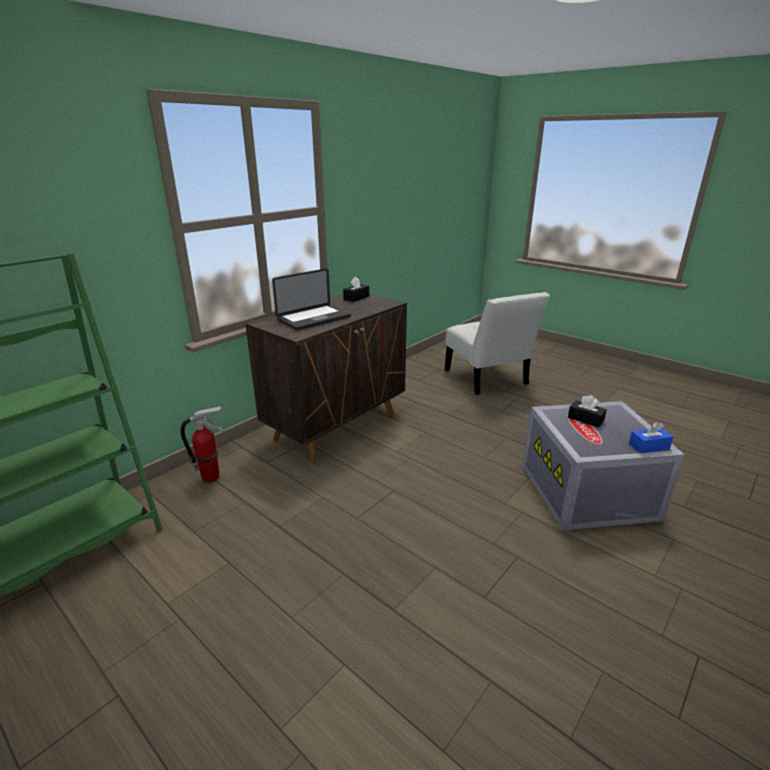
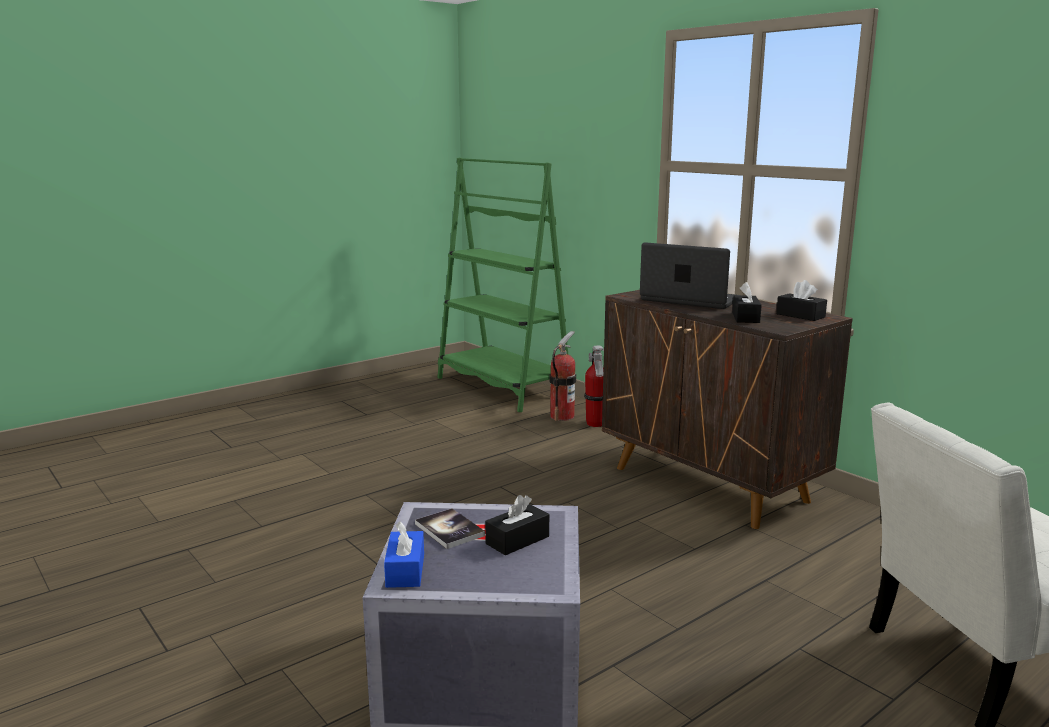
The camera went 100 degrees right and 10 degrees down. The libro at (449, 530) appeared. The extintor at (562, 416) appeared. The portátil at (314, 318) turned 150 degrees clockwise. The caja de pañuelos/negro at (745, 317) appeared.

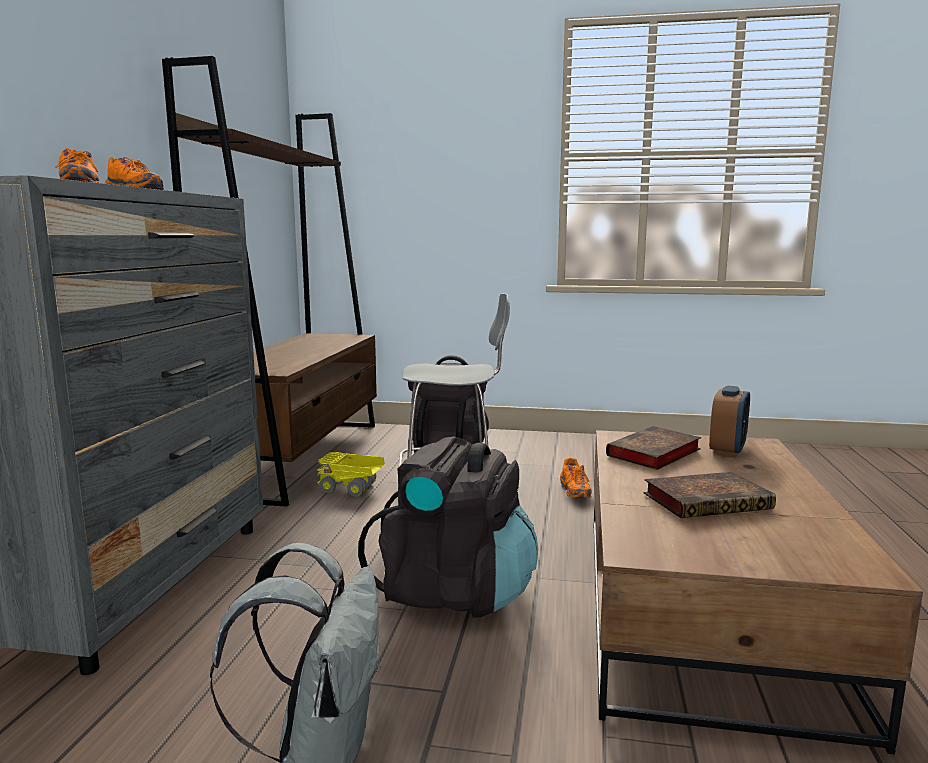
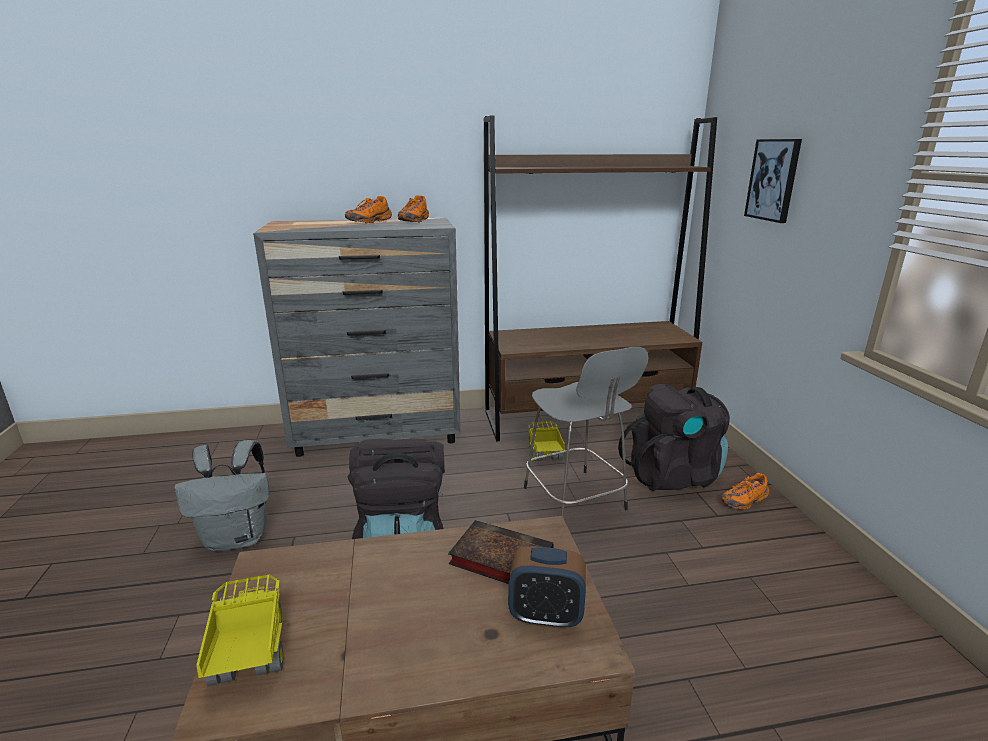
The camera went 70 degrees right and 10 degrees up. The camión de juguete at (249, 656) appeared. The zapato/naranja moved from (575, 492) to (744, 501). The cuadro at (773, 180) appeared. The libro at (709, 501) disappeared.

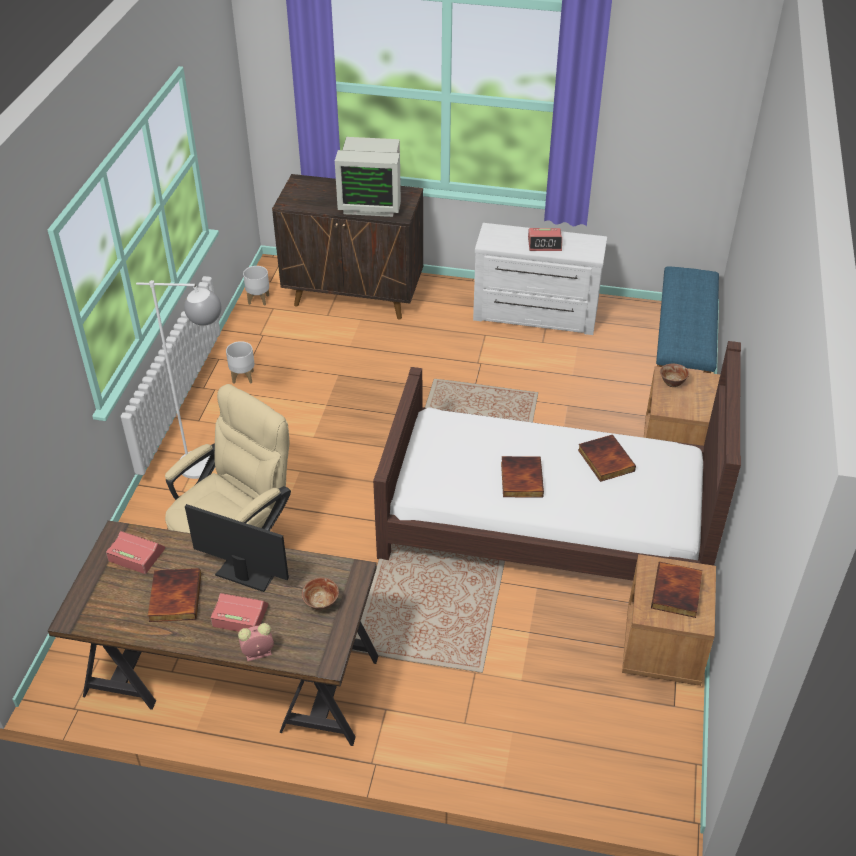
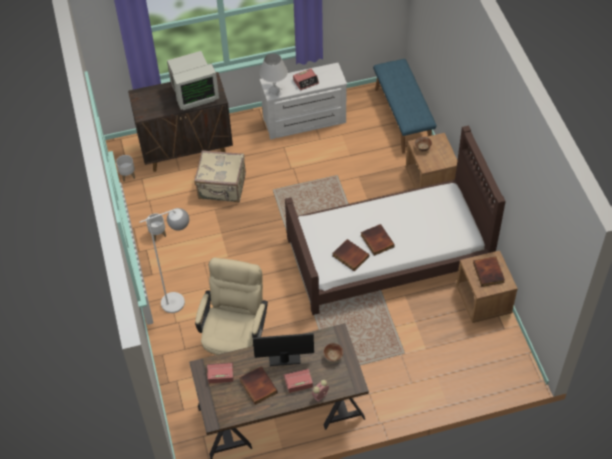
The camera went 25 degrees left and 10 degrees up. The maleta/beis at (222, 187) appeared. The lámpara de mesa/blanco at (274, 91) appeared. The libro moved from (604, 460) to (350, 256).

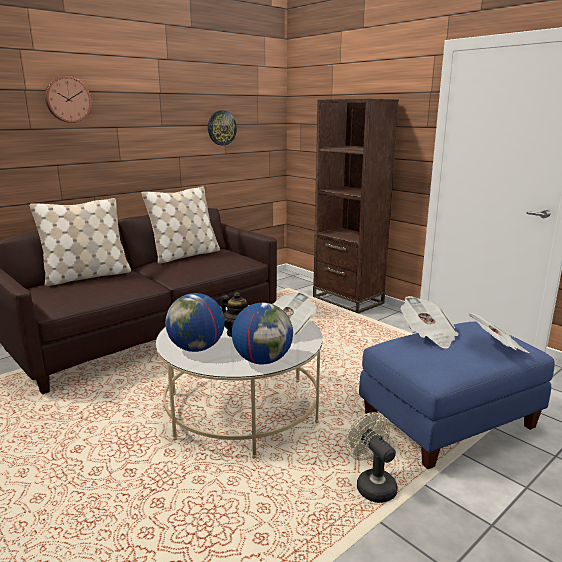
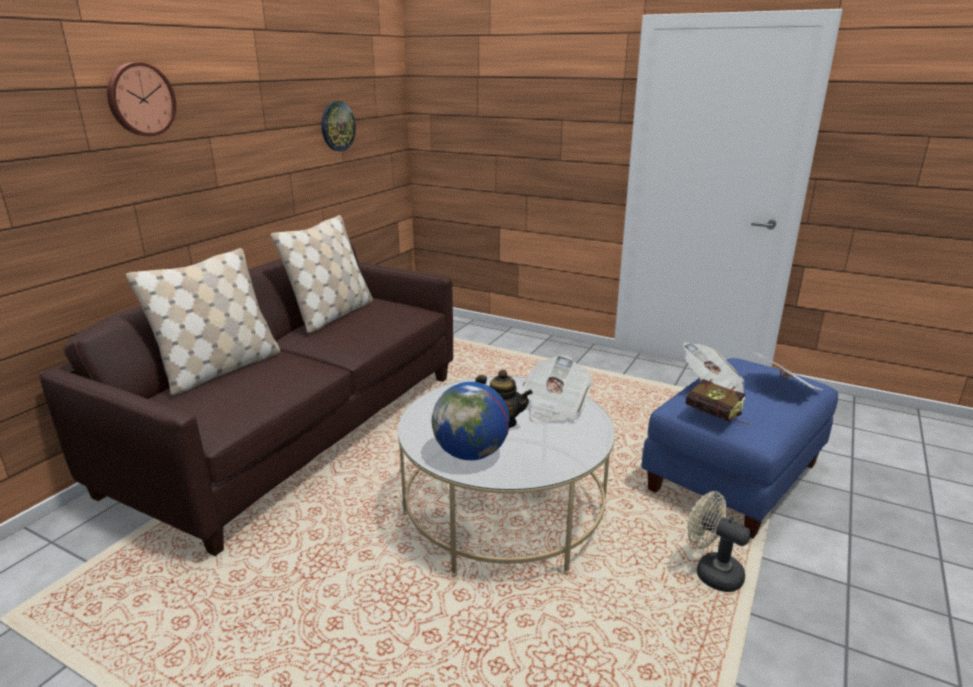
The camera went 20 degrees left and 5 degrees up. The libro at (717, 418) appeared. The globo terráqueo at (263, 360) disappeared. The estantería/marrón at (347, 300) disappeared.

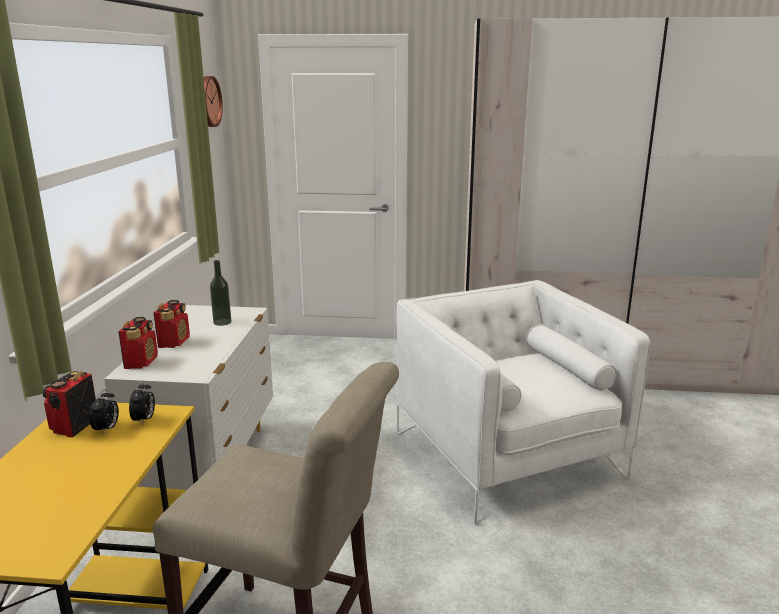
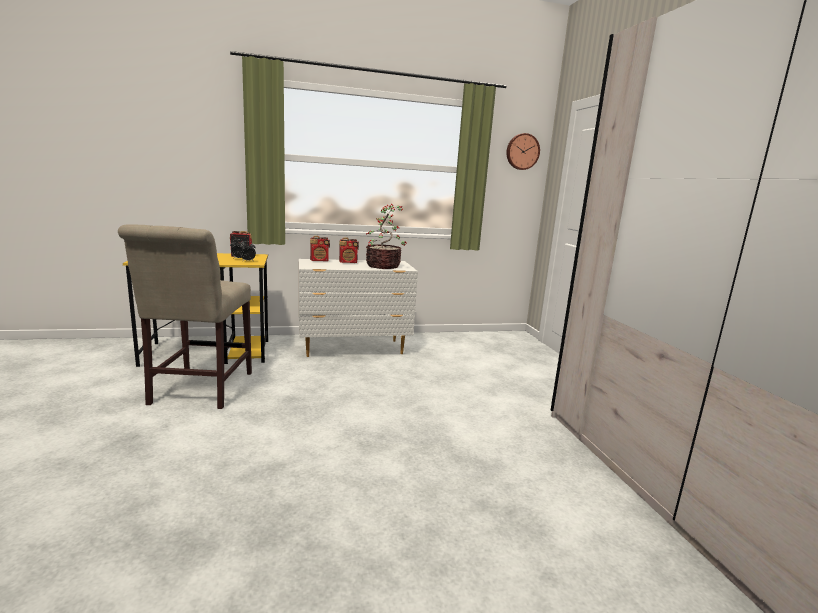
The camera went 70 degrees right and 5 degrees down. The botella at (222, 322) was replaced by the planta en maceta at (384, 266). The sillón/blanco at (506, 454) disappeared.

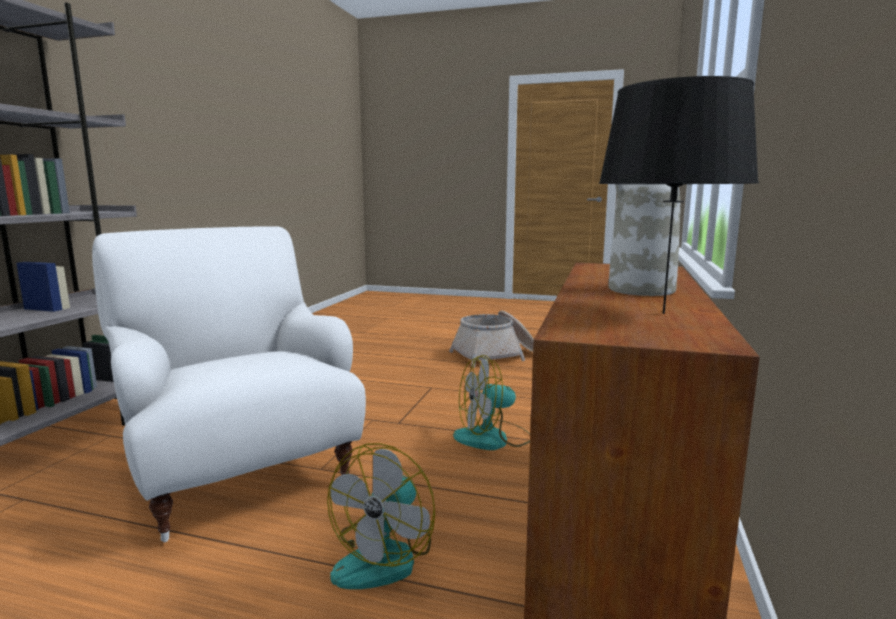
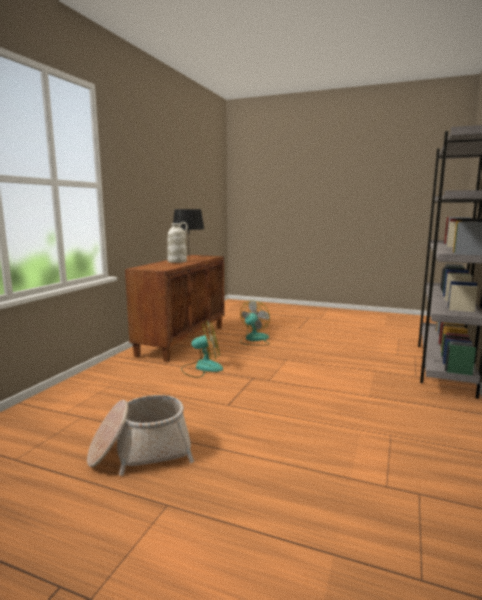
The camera went 175 degrees left and 0 degrees up. The sillón/blanco at (239, 474) disappeared.

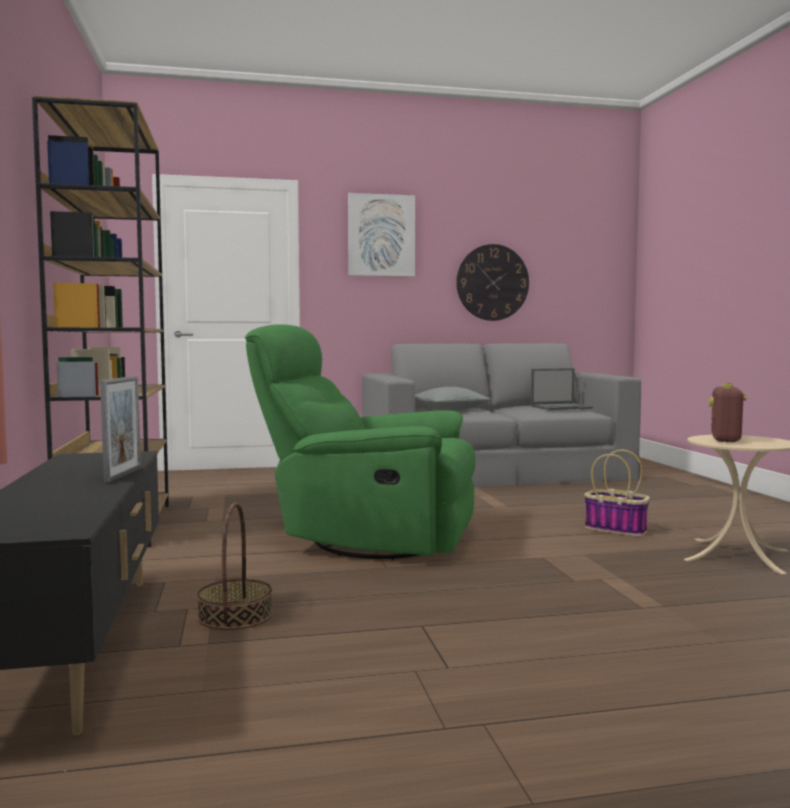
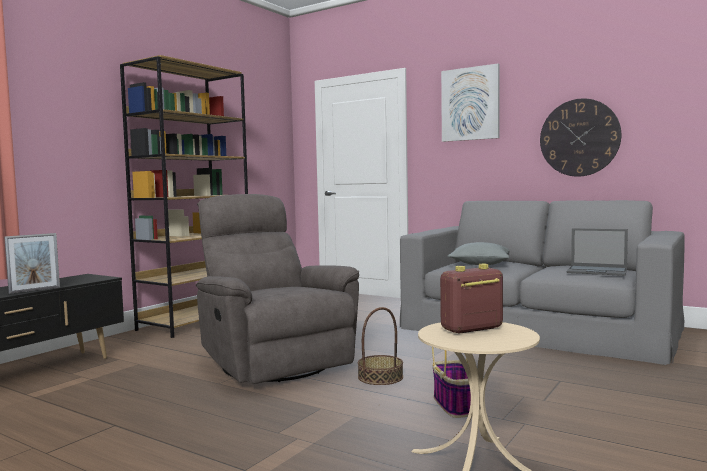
The camera went 45 degrees right and 0 degrees up. The sillón/verde at (369, 538) became the sillón/gris at (273, 361). The cesta moved from (235, 615) to (380, 377).

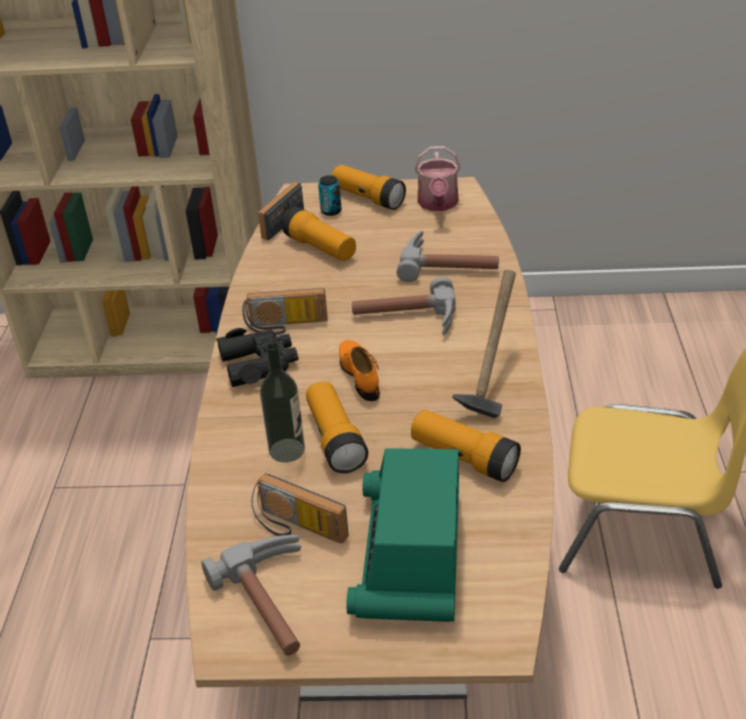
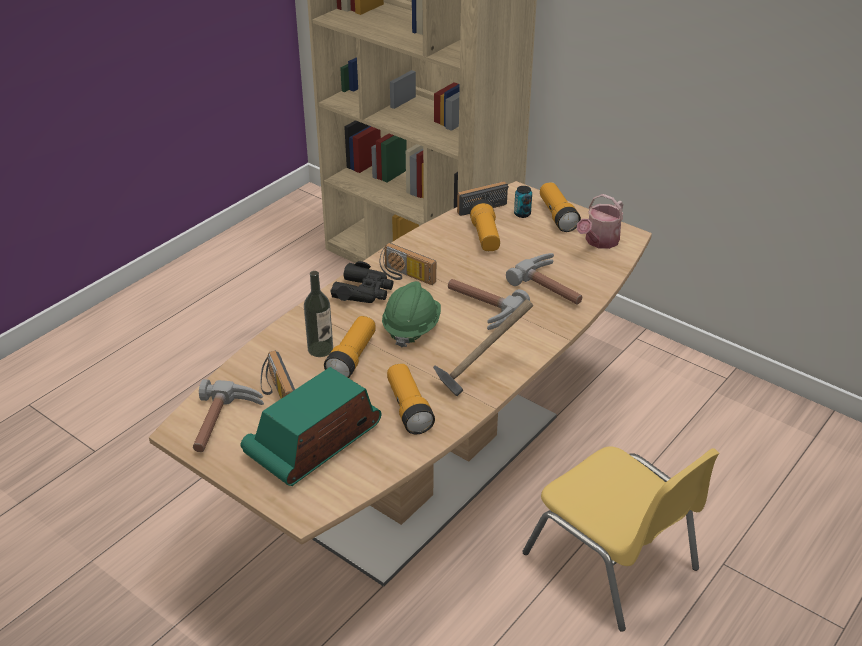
The camera went 35 degrees right and 0 degrees up. The zapato/naranja at (359, 374) was replaced by the casco/verde at (411, 327).

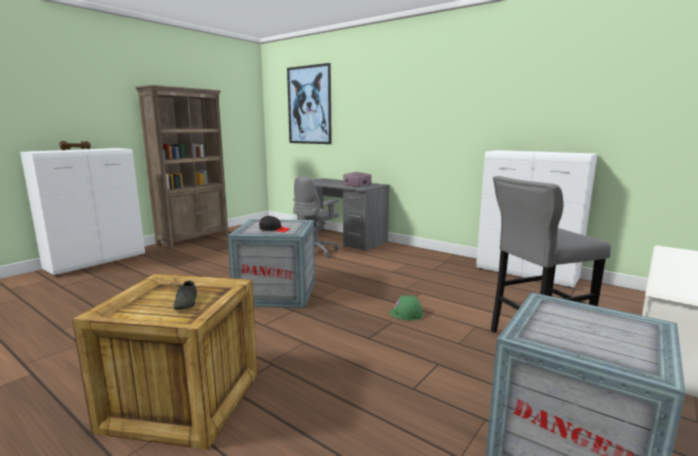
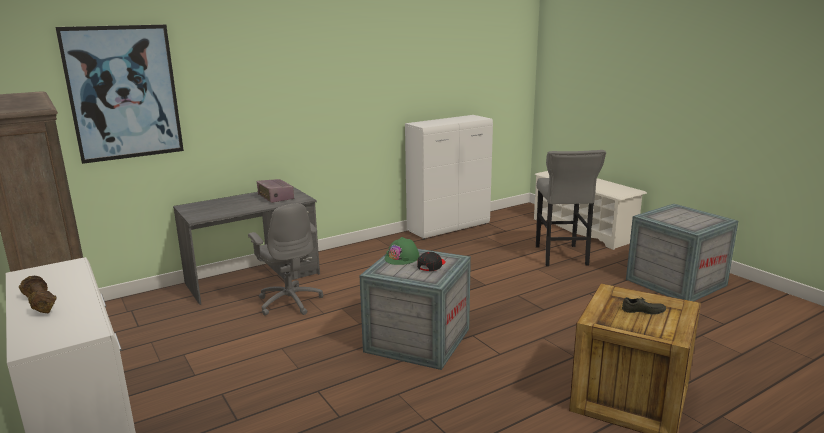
The camera went 70 degrees left and 5 degrees up. The casco/verde moved from (406, 313) to (402, 258).

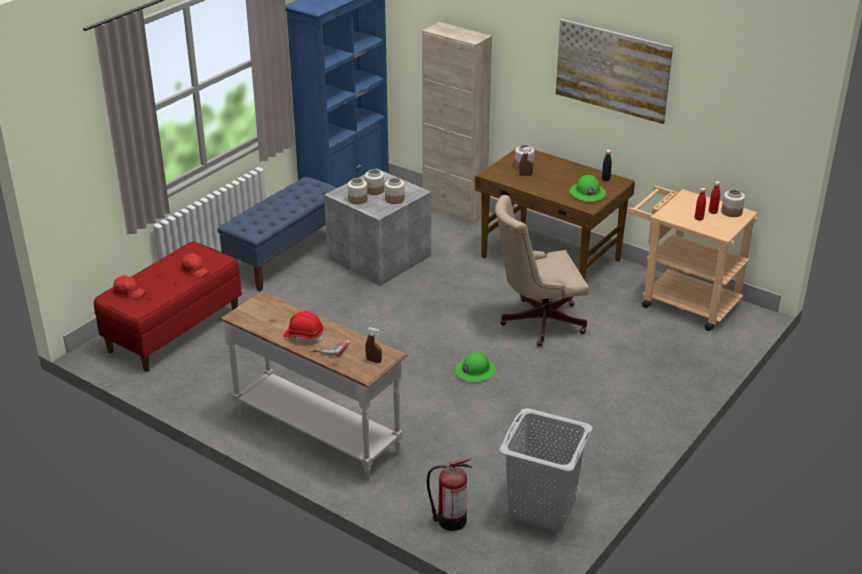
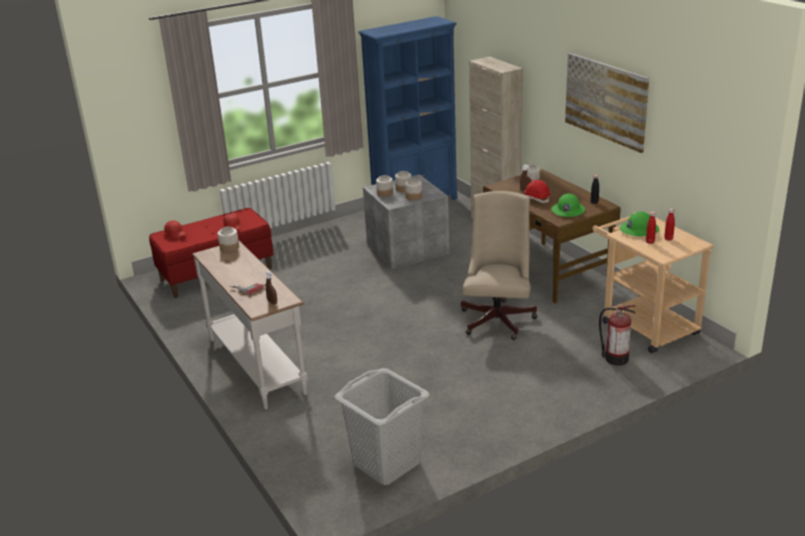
The camera went 25 degrees right and 5 degrees down. The tarro moved from (731, 212) to (229, 248). The silla de oficina/beis at (537, 322) turned 90 degrees clockwise. The casco/rojo moved from (304, 335) to (536, 199). The extintor moved from (450, 520) to (615, 358). The casco/verde moved from (475, 371) to (639, 229). The banco/azul at (285, 256) disappeared.

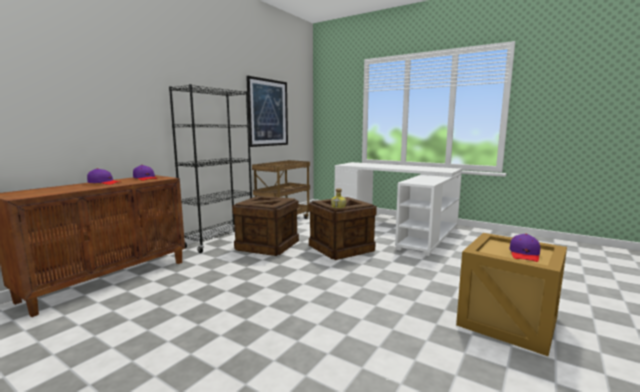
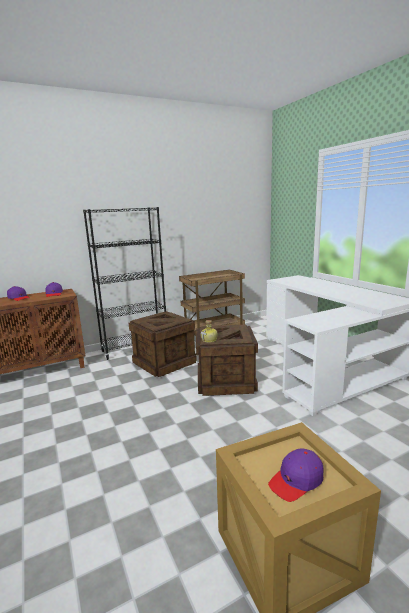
The camera went 30 degrees right and 5 degrees up. The cuadro at (268, 113) disappeared.

